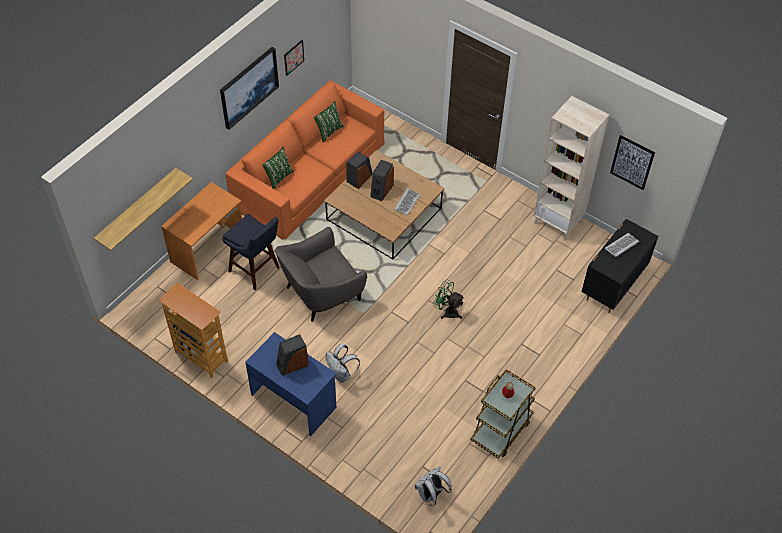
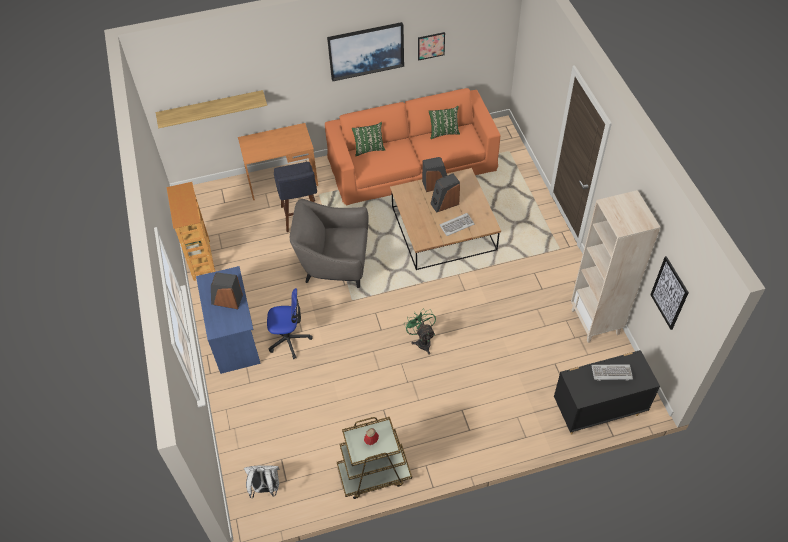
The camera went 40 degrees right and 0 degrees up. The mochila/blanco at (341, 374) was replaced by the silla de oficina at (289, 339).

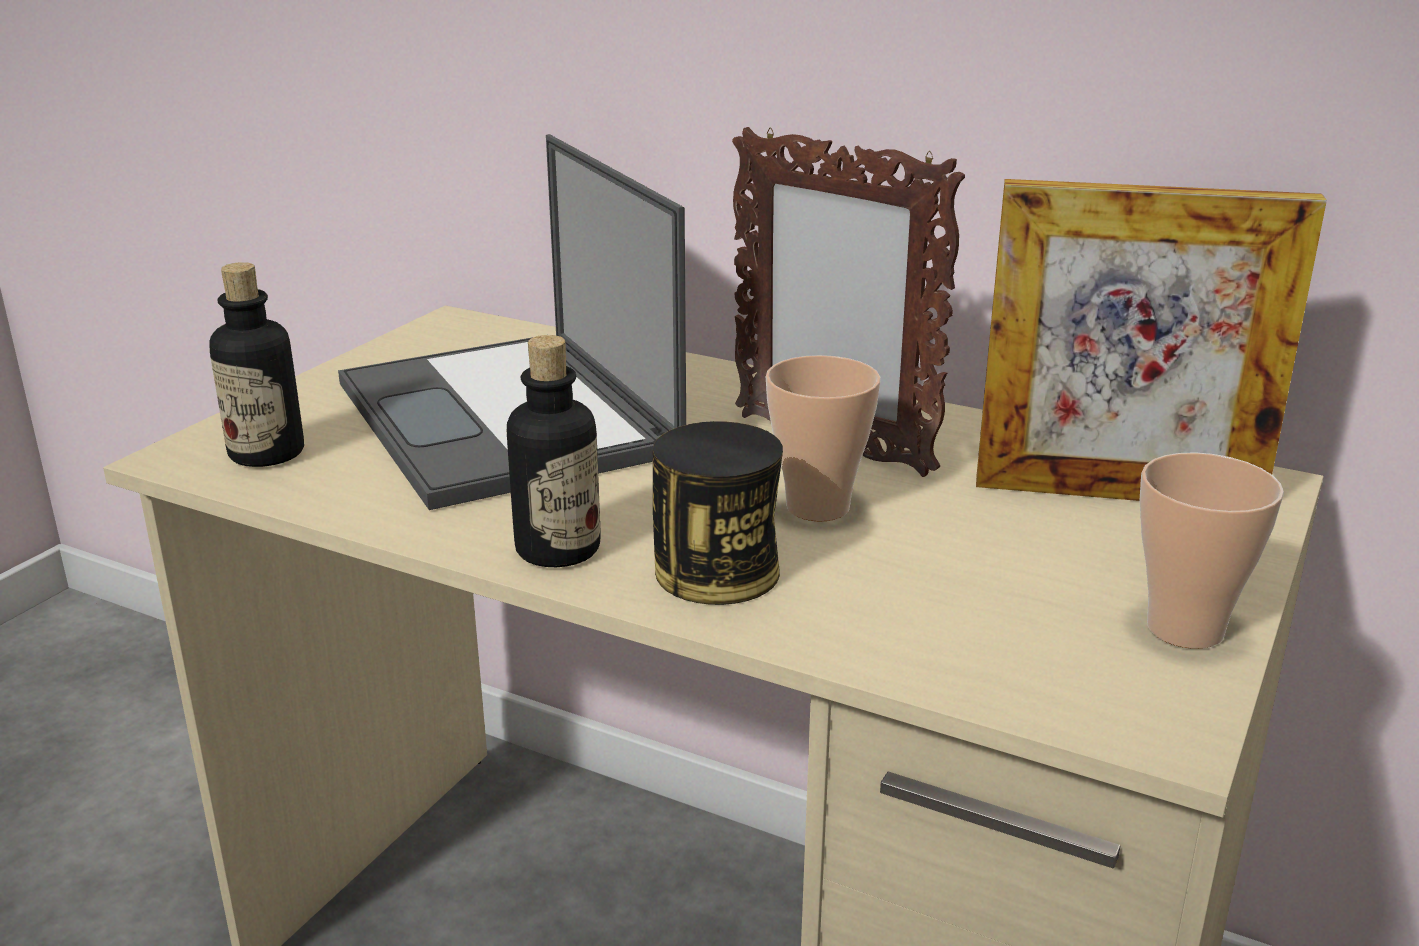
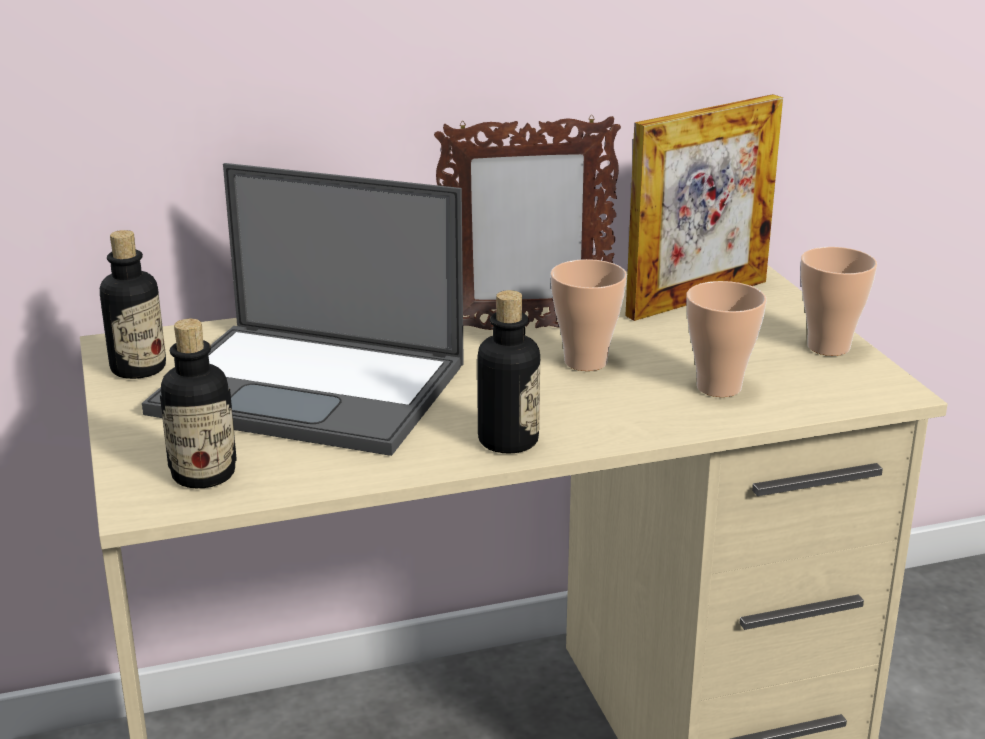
The camera went 45 degrees left and 0 degrees up. The botella at (138, 368) appeared. The taza at (719, 387) appeared. The lata at (716, 572) disappeared.

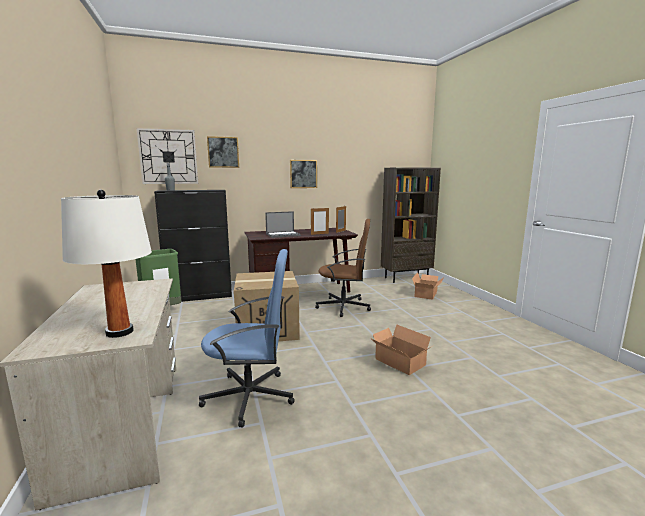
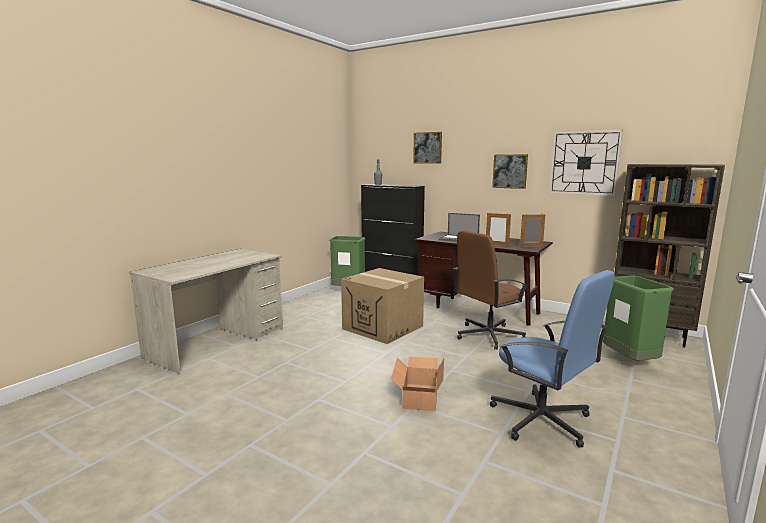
The camera went 50 degrees right and 0 degrees up. The silla de oficina/marrón at (344, 307) turned 90 degrees clockwise. The silla de oficina/azul moved from (250, 397) to (542, 420). The reloj de pared moved from (168, 157) to (584, 163). The caja de cartón at (427, 294) was replaced by the papelera/verde at (629, 361). The lámpara de mesa/blanco at (120, 332) disappeared.

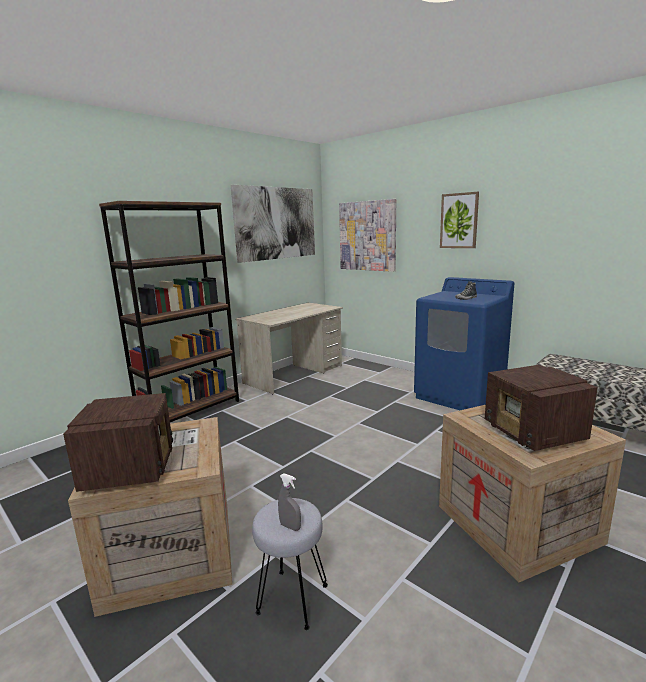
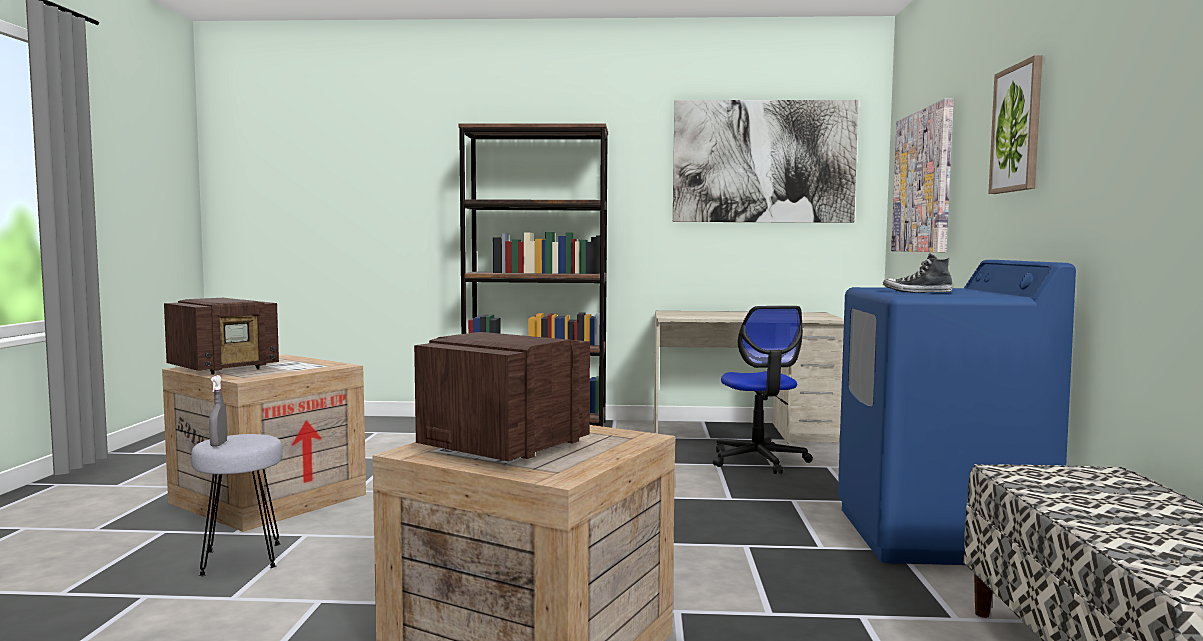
The camera went 50 degrees right and 10 degrees down. The silla de oficina at (758, 460) appeared.

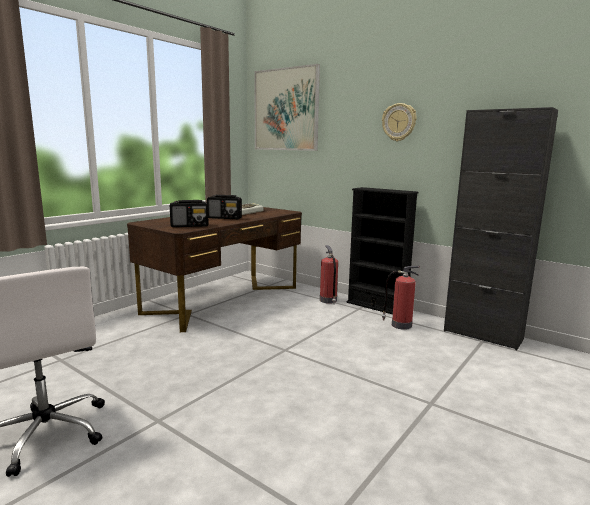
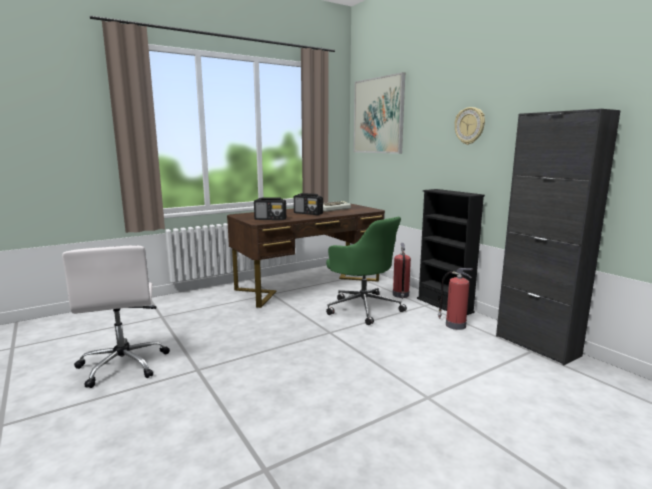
The camera went 20 degrees right and 0 degrees up. The silla de oficina/verde at (363, 308) appeared.

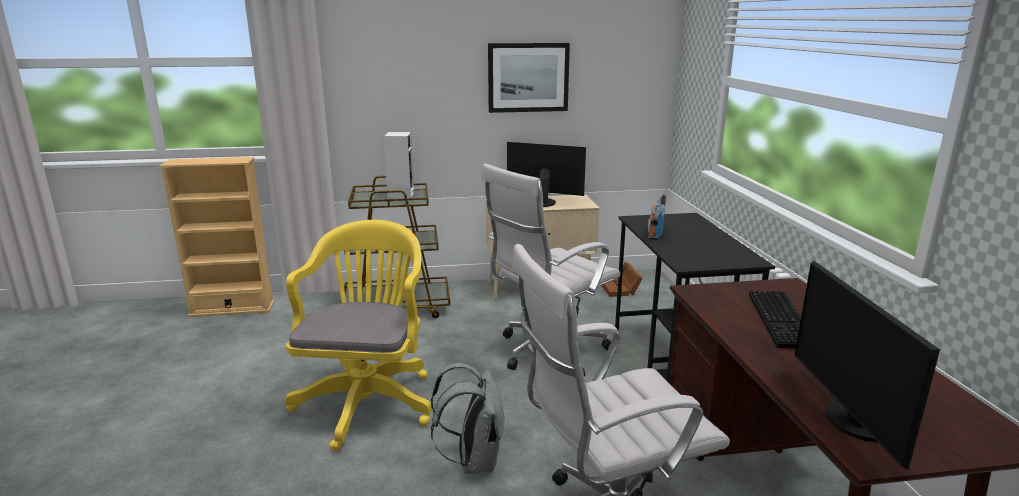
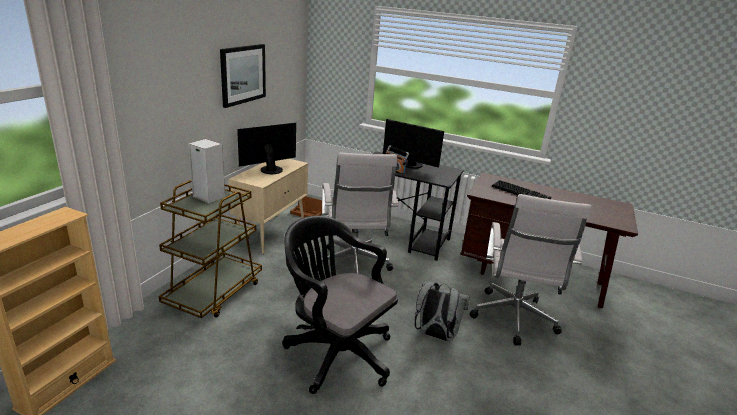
The camera went 60 degrees left and 5 degrees up. The silla de oficina/amarillo at (368, 400) became the silla de oficina/negro at (335, 352). The monitor moved from (855, 422) to (411, 165).

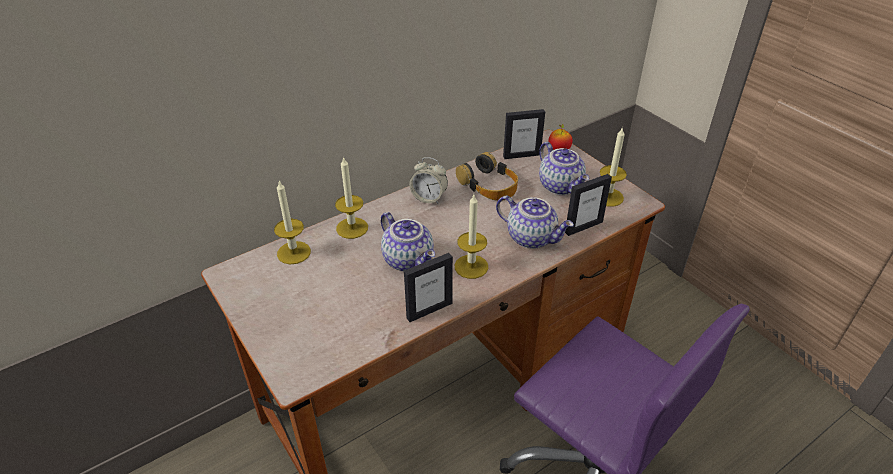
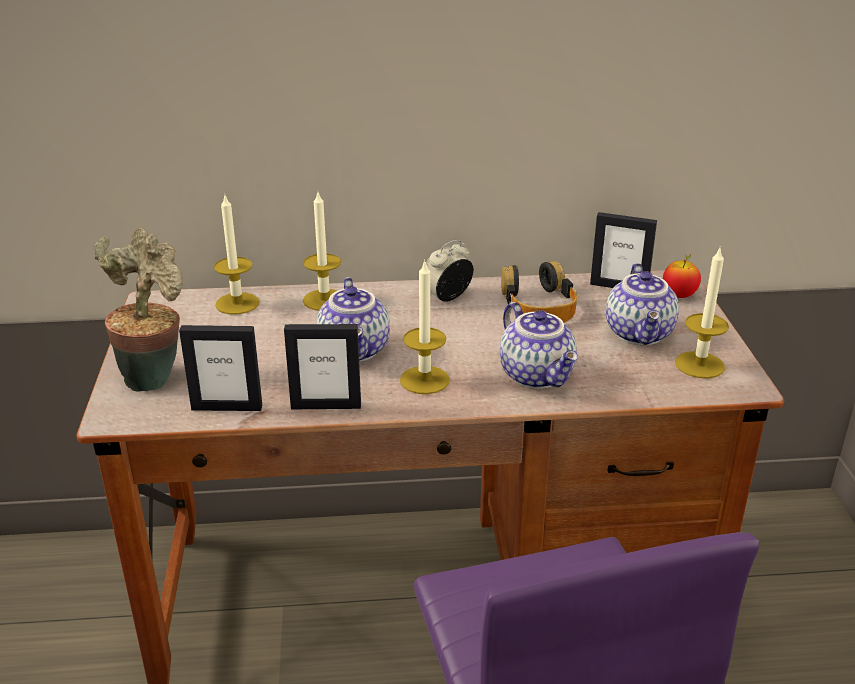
The camera went 30 degrees right and 10 degrees down. The planta en maceta at (154, 375) appeared. The portarretratos moved from (583, 227) to (227, 407). The despertador at (429, 198) turned 90 degrees clockwise.

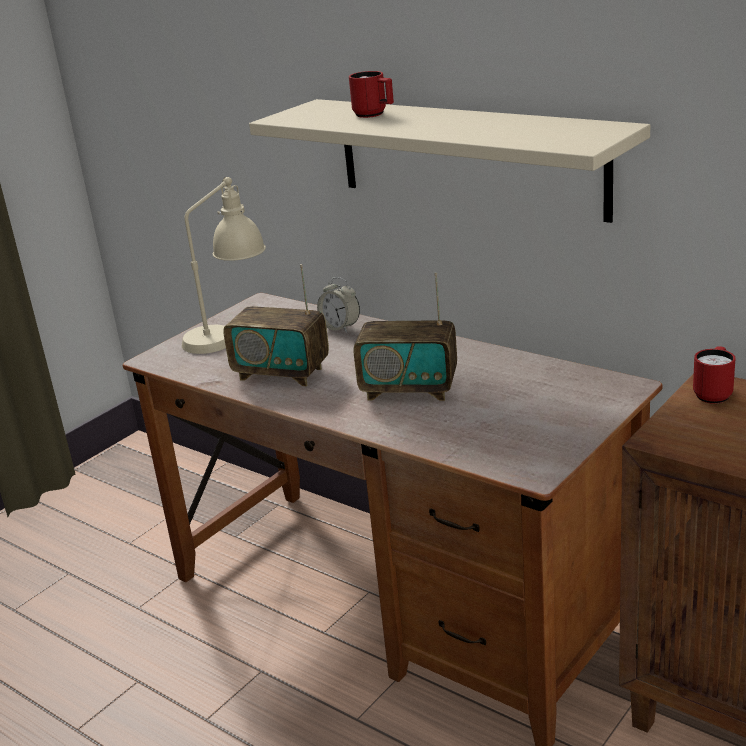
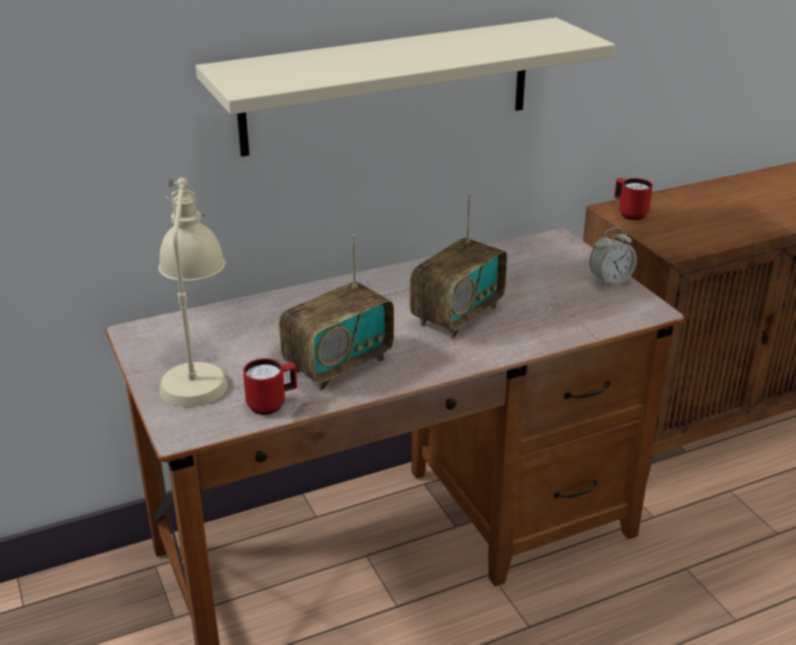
The camera went 65 degrees left and 5 degrees up. The taza grande/rojo moved from (374, 115) to (272, 404). The despertador moved from (340, 327) to (610, 280).

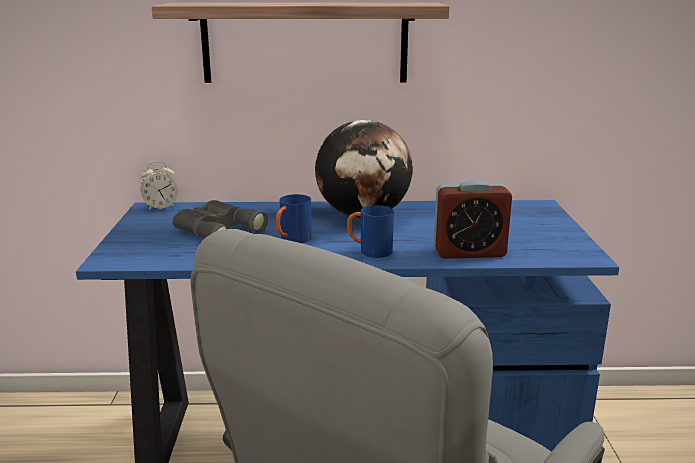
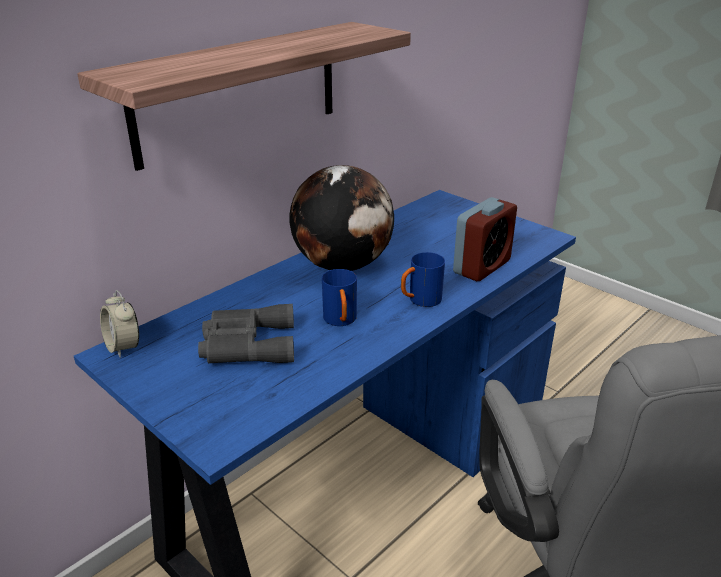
The camera went 45 degrees left and 10 degrees up. The despertador at (160, 207) turned 120 degrees clockwise.

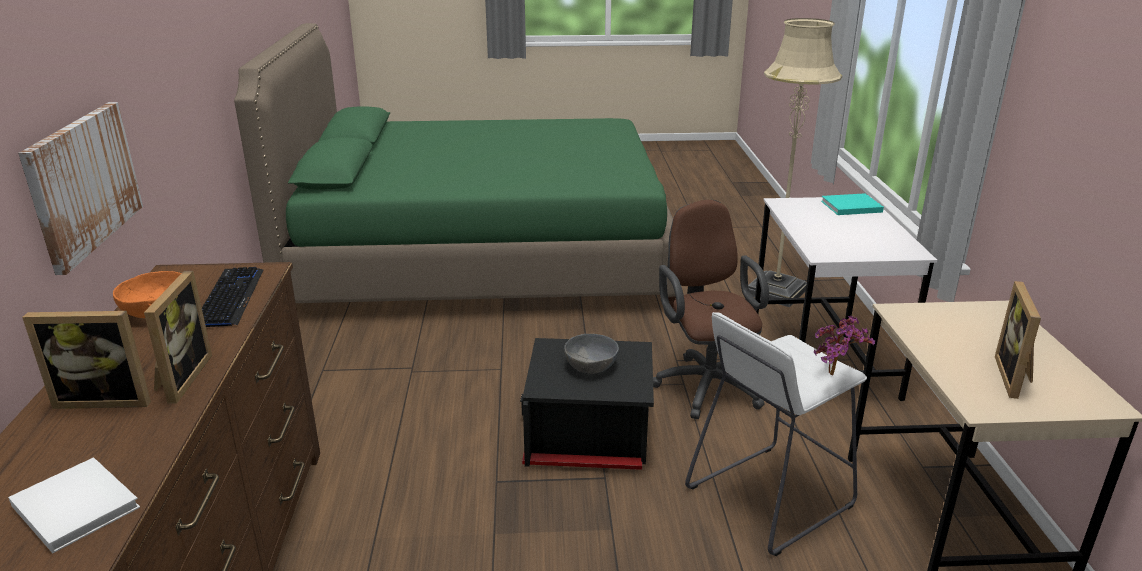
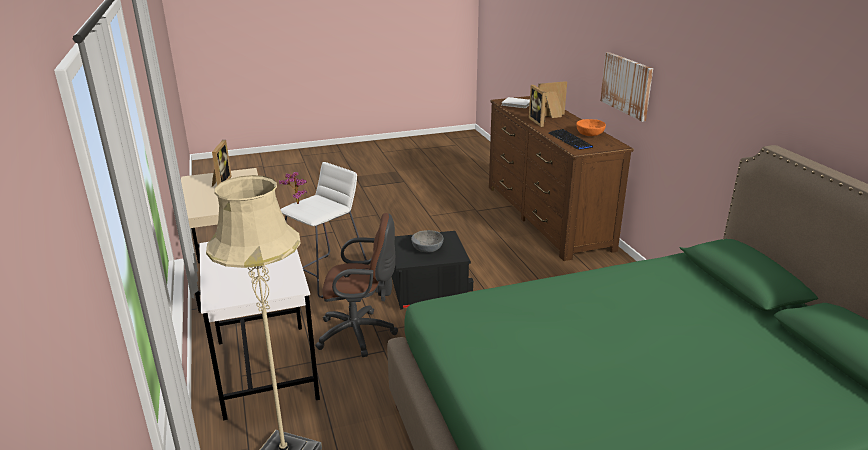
The camera went 165 degrees right and 0 degrees up. The silla de oficina/marrón at (705, 384) turned 60 degrees counterclockwise. The libro/turquesa at (849, 206) disappeared.

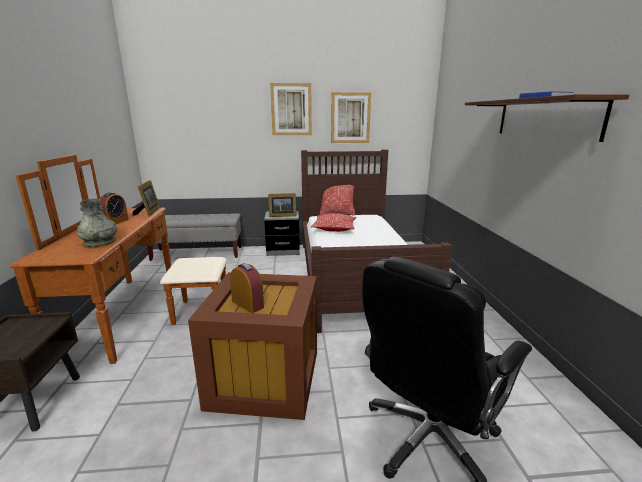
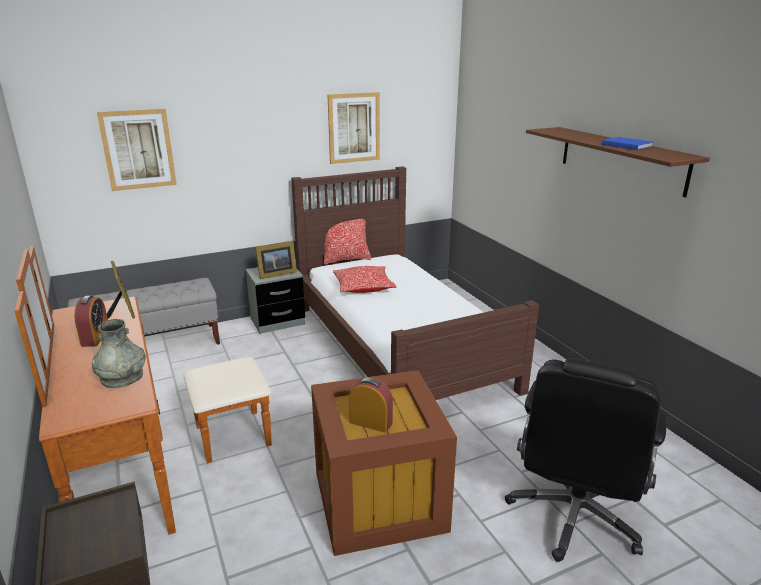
The camera went 20 degrees left and 5 degrees up. The cuadro moved from (291, 109) to (138, 149).

